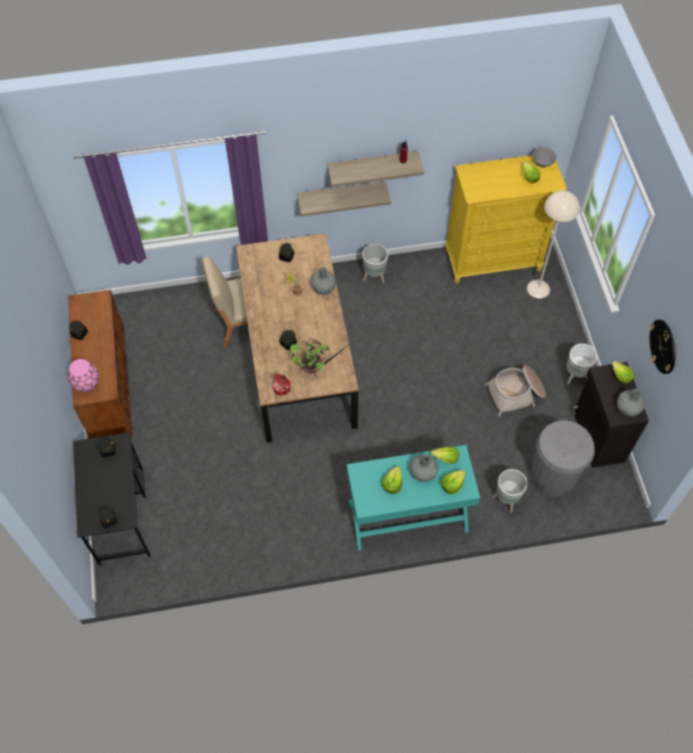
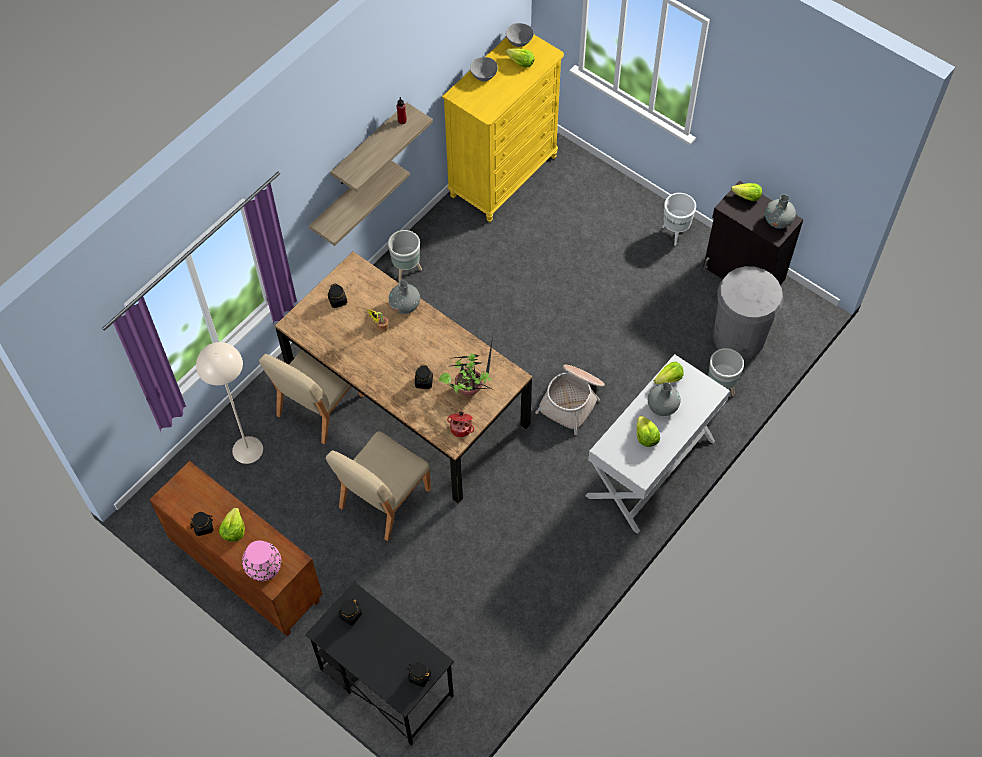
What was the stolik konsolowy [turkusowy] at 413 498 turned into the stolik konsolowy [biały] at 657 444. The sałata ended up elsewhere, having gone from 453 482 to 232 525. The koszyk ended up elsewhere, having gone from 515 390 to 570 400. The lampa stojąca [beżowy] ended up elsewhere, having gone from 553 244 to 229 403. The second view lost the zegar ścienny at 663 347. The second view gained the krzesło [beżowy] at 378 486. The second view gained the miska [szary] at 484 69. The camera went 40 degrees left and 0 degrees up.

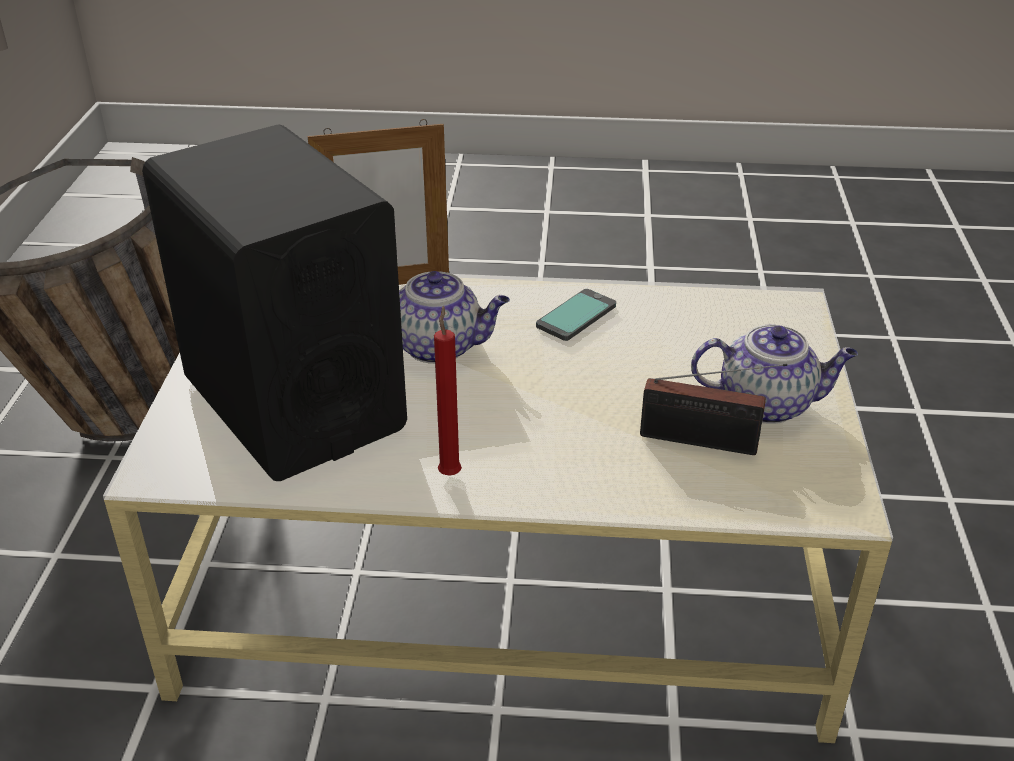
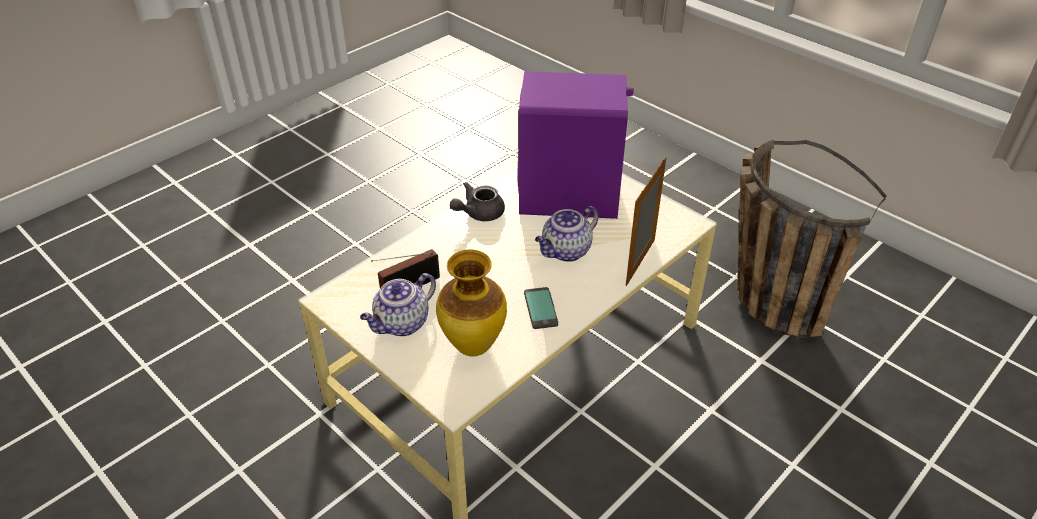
What was the głośnik [czarny] at 274 302 turned into the głośnik [fioletowy] at 576 145. Where the świeca [czerwony] stood at 448 391, the imbryk [szary] came to stand at 477 201. The second view gained the wazon at 471 303. The camera went 130 degrees right and 5 degrees up.

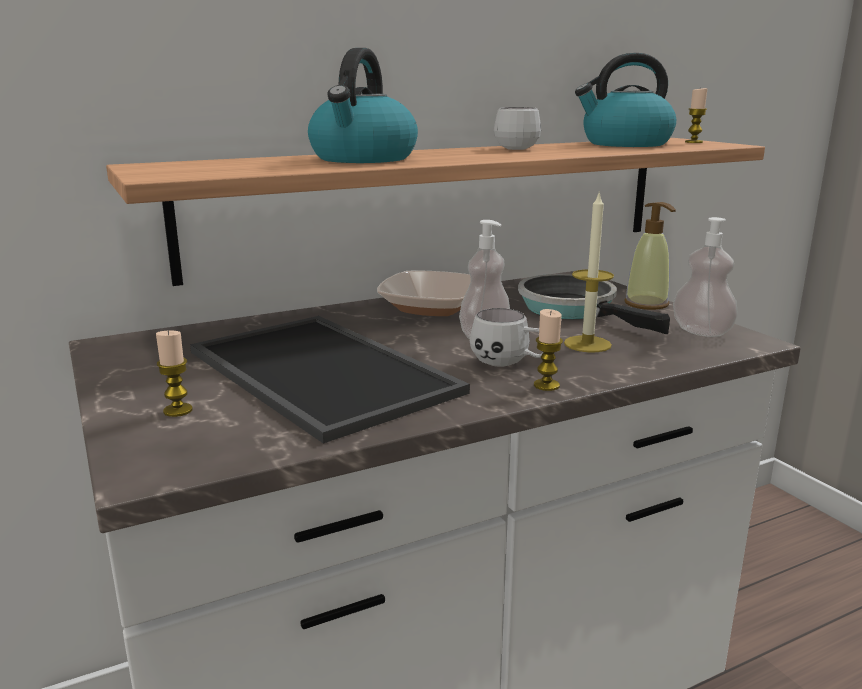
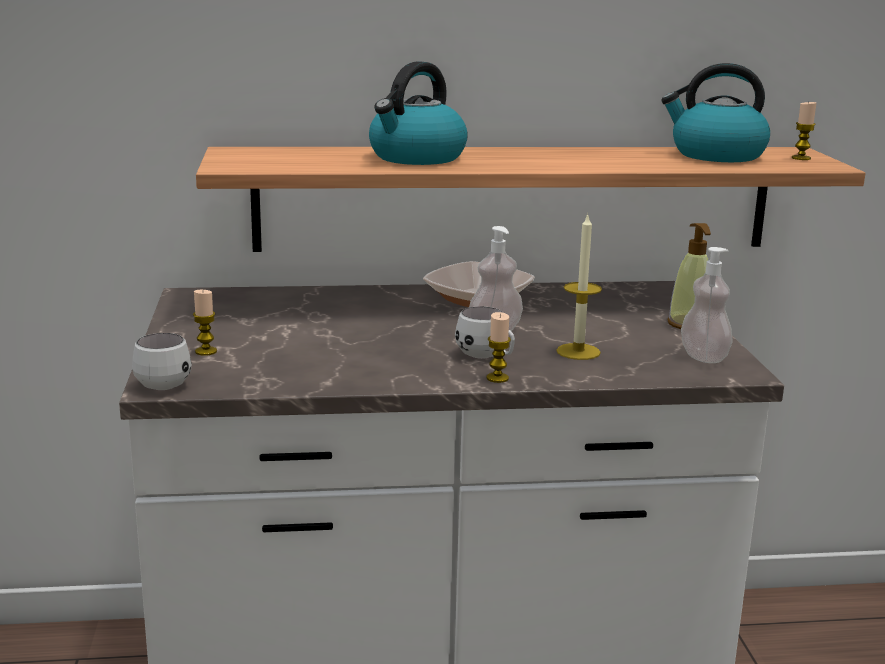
The second view lost the taca at 330 380. The kubek [biały] ended up elsewhere, having gone from 517 128 to 162 361. The second view lost the patelnia at 594 304. The camera went 20 degrees right and 0 degrees up.

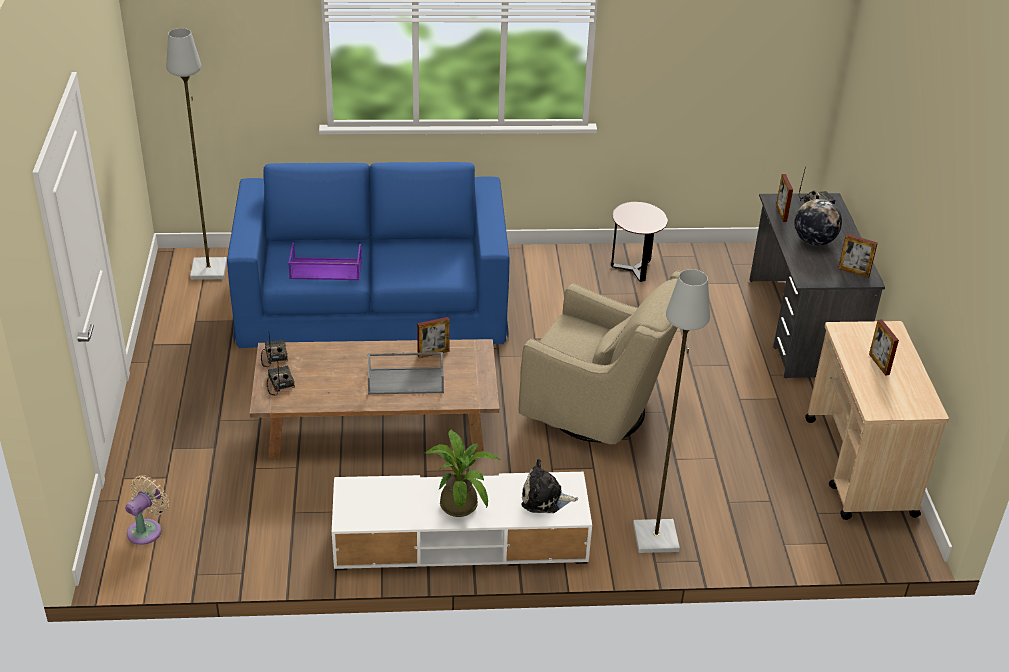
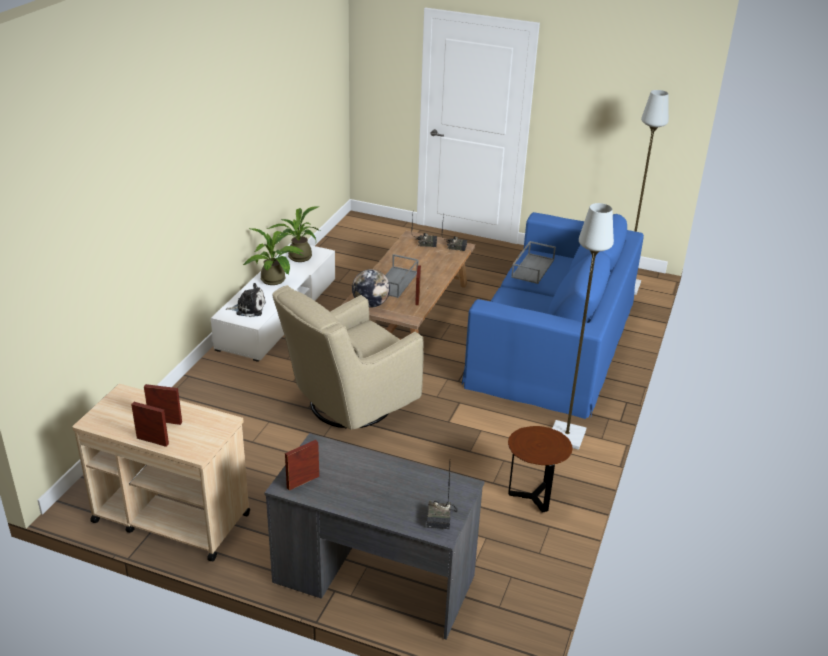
The second view lost the wentylator [beżowy] at 147 510. What was the taca [fioletowy] at 325 261 turned into the taca [szary] at 533 262. The pluszak at 549 486 ended up facing another way, 60 degrees clockwise from before. The lampa stojąca [szary] ended up elsewhere, having gone from 671 411 to 583 326. The ramka na zdjęcie ended up elsewhere, having gone from 784 198 to 150 424. The globus ended up elsewhere, having gone from 818 222 to 371 288. The second view gained the roślina doniczkowa at 293 234. The camera went 115 degrees right and 5 degrees down.

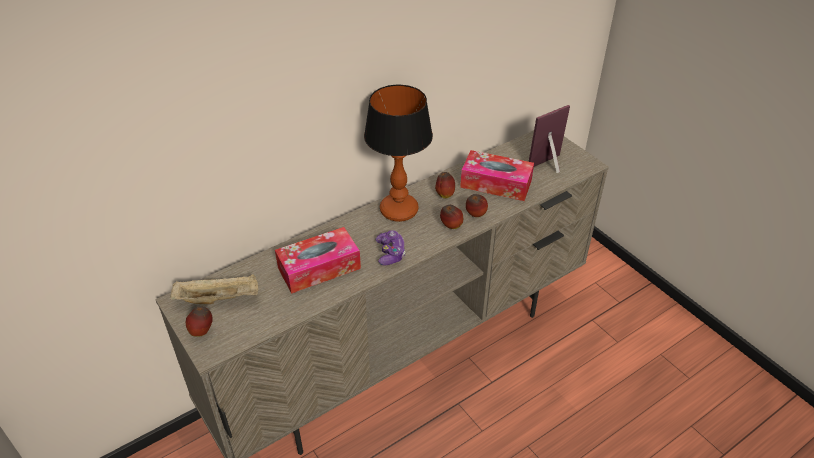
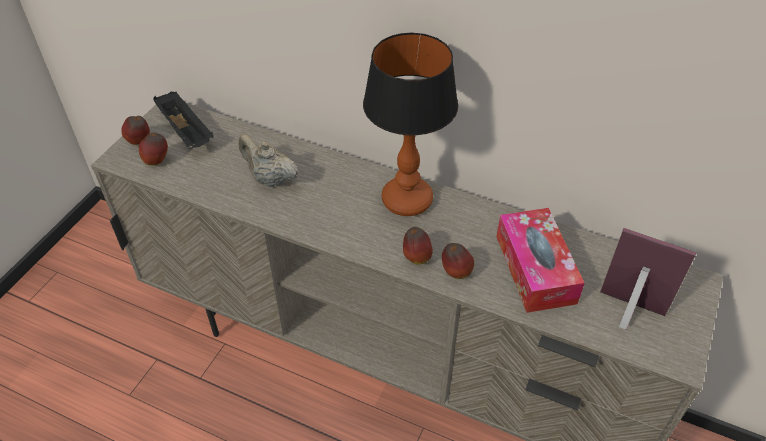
What was the taca [beżowy] at 214 289 turned into the taca [czarny] at 183 120. Where the pudełko chusteczek stood at 318 260, the imbryk [beżowy] came to stand at 269 161. The second view lost the pad do gier at 390 247. The jabłko ended up elsewhere, having gone from 445 185 to 153 149. The camera went 60 degrees right and 5 degrees up.

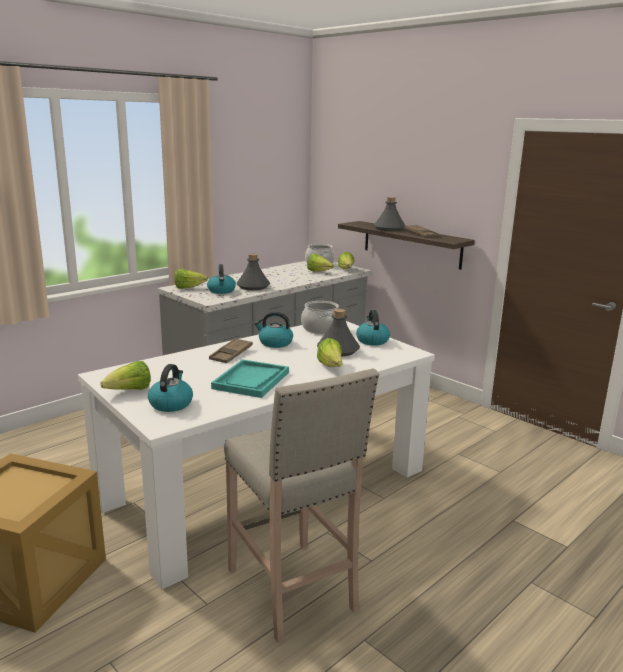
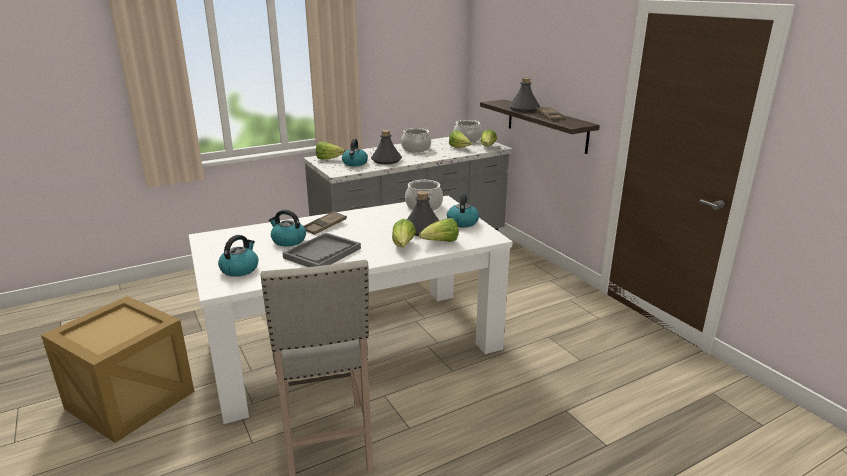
The sałata ended up elsewhere, having gone from 125 375 to 439 230. What was the taca [turkusowy] at 250 378 turned into the taca [szary] at 321 250. The czajnik ended up elsewhere, having gone from 273 330 to 287 228. The second view gained the garnek at 416 140. The camera went 15 degrees right and 5 degrees up.

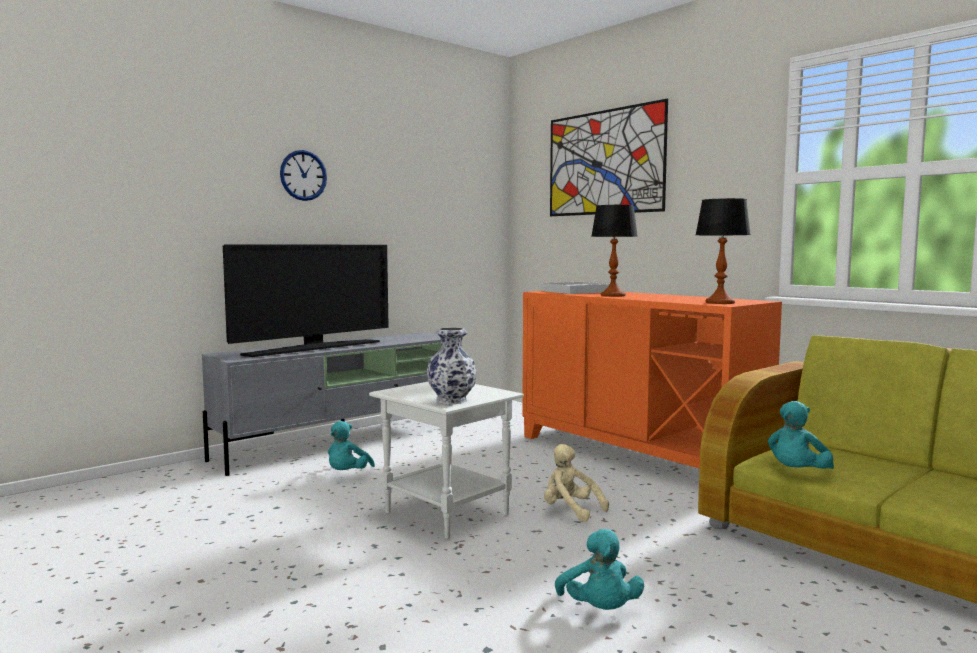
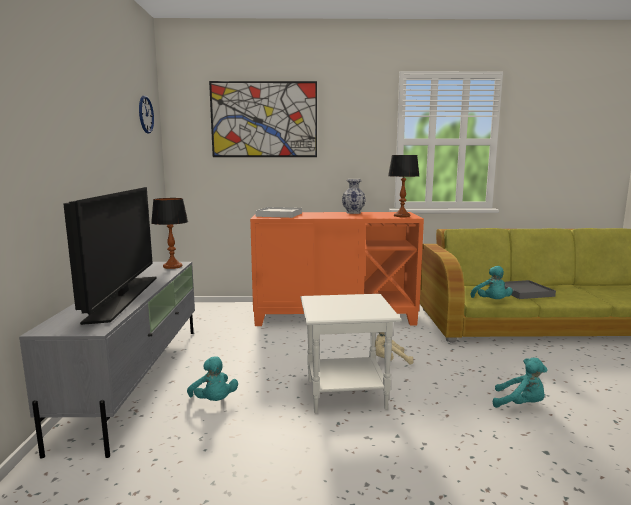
The zegar ścienny ended up elsewhere, having gone from 303 175 to 146 115. The wazon ended up elsewhere, having gone from 452 365 to 354 196. The lampa stołowa ended up elsewhere, having gone from 614 251 to 169 233. The second view gained the taca [szary] at 530 289. The camera went 50 degrees left and 5 degrees up.

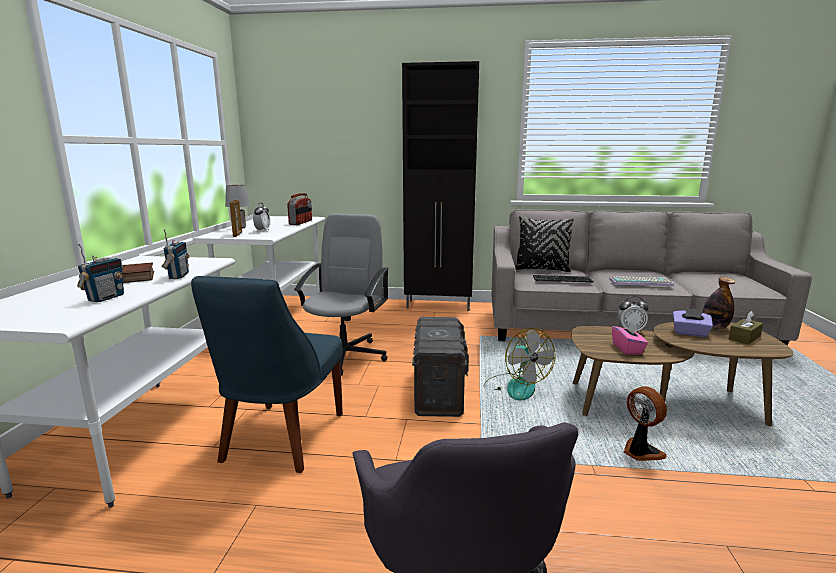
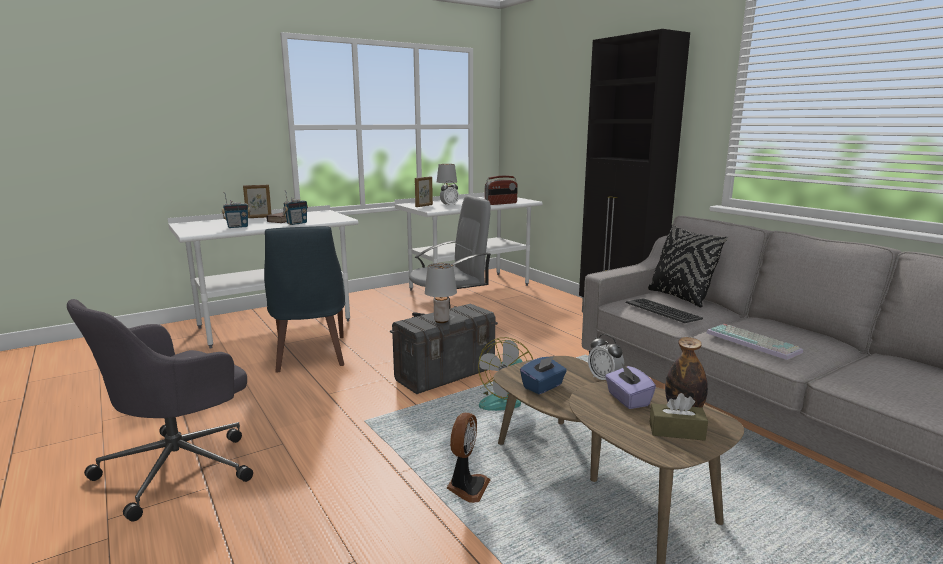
The krzesło [niebieski] at 267 374 ended up facing another way, 75 degrees counterclockwise from before. What was the pudełko chusteczek [różowy] at 630 338 turned into the pudełko chusteczek [niebieski] at 543 375. The second view gained the ramka na zdjęcie at 257 201. The second view gained the lampa stołowa [szary] at 441 293. The camera went 50 degrees right and 0 degrees up.

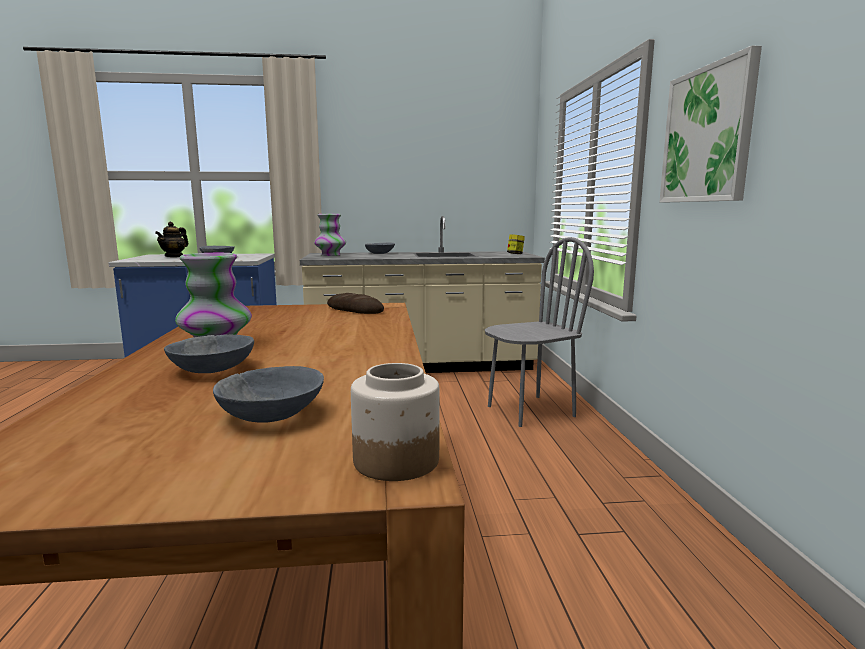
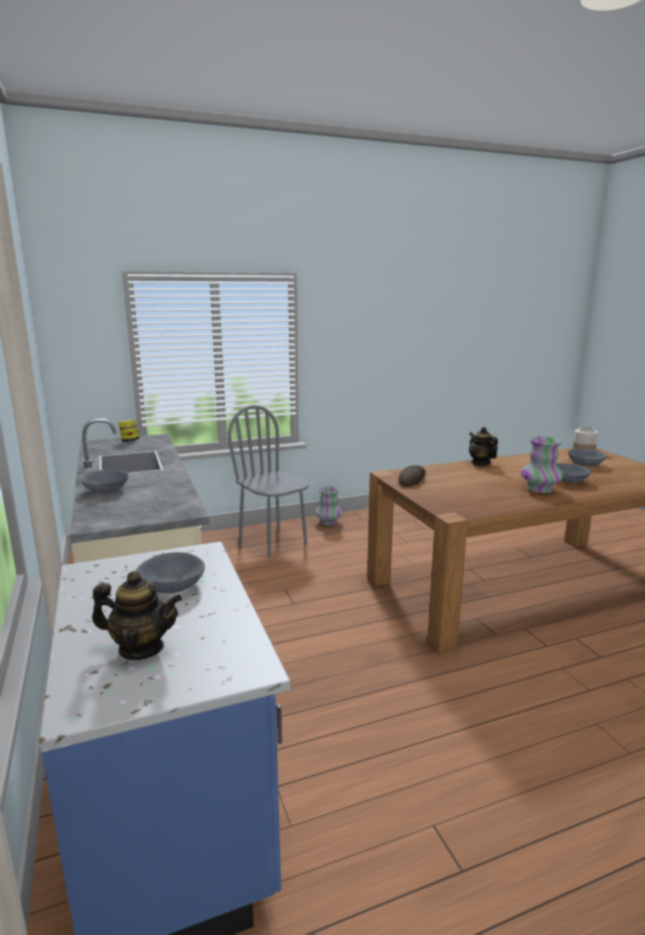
The wazon ended up elsewhere, having gone from 330 235 to 329 506. The second view lost the obraz at 711 124. The second view gained the imbryk at 483 446. The camera went 105 degrees left and 5 degrees up.

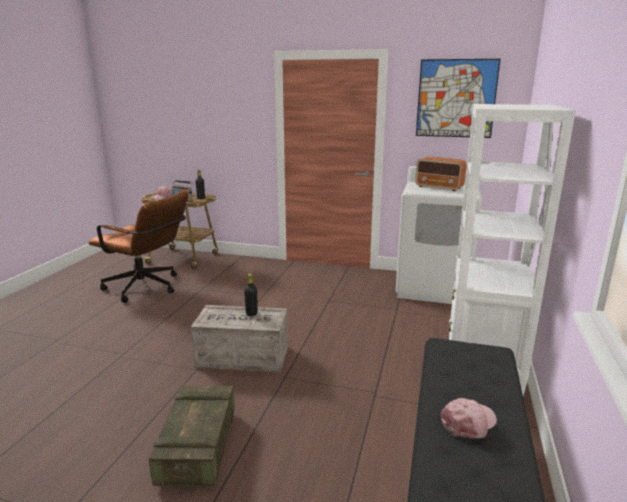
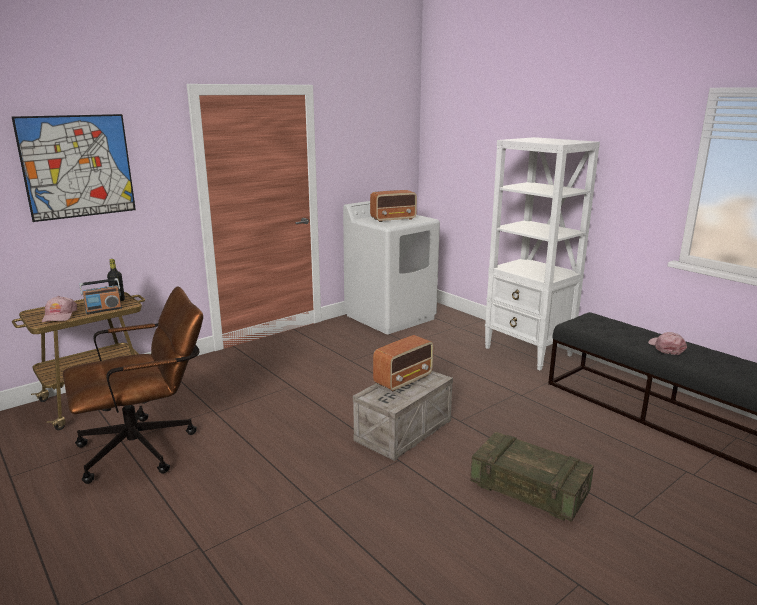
Where the butelka [czarny] stood at 251 295, the radio came to stand at 403 363. The obraz ended up elsewhere, having gone from 458 98 to 74 168. The camera went 55 degrees left and 0 degrees up.

